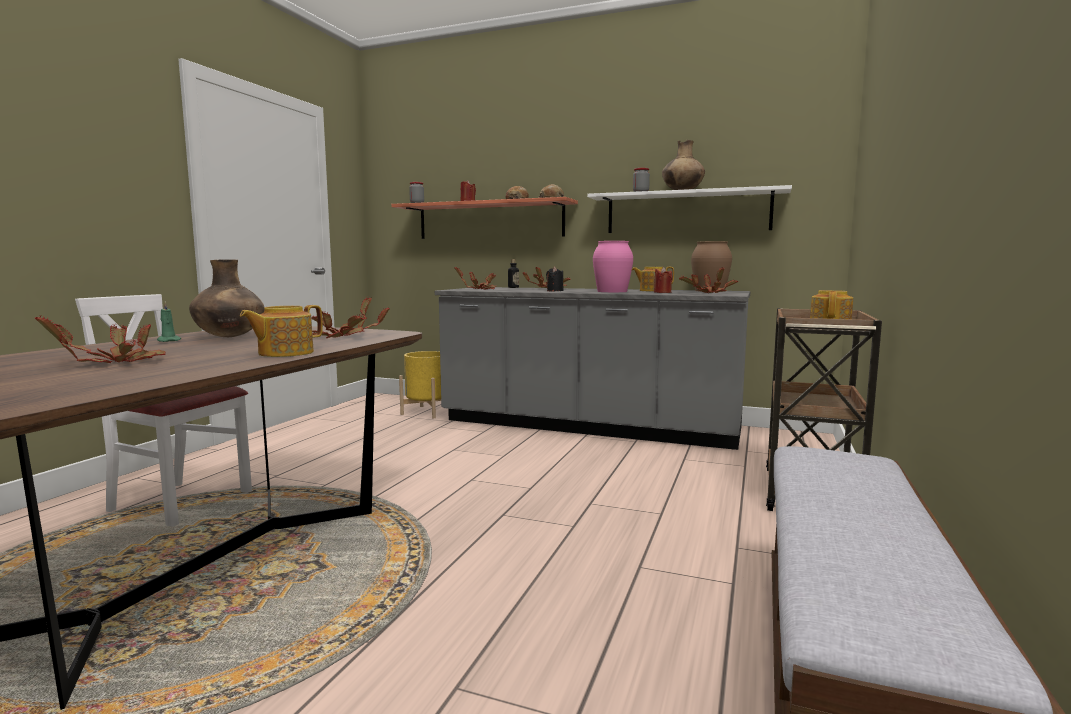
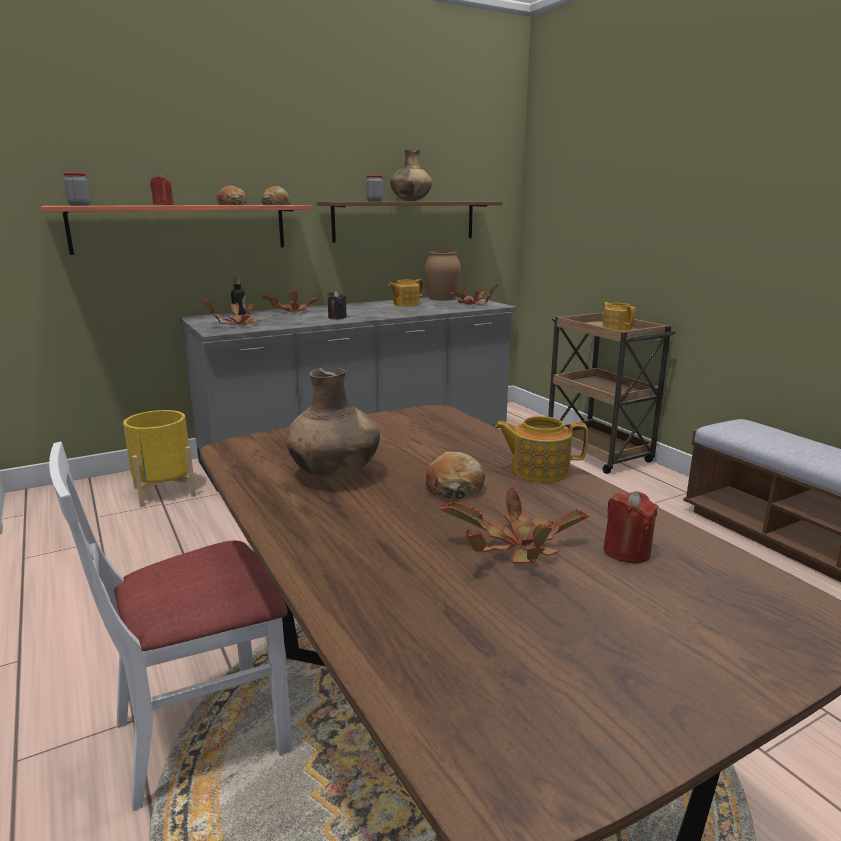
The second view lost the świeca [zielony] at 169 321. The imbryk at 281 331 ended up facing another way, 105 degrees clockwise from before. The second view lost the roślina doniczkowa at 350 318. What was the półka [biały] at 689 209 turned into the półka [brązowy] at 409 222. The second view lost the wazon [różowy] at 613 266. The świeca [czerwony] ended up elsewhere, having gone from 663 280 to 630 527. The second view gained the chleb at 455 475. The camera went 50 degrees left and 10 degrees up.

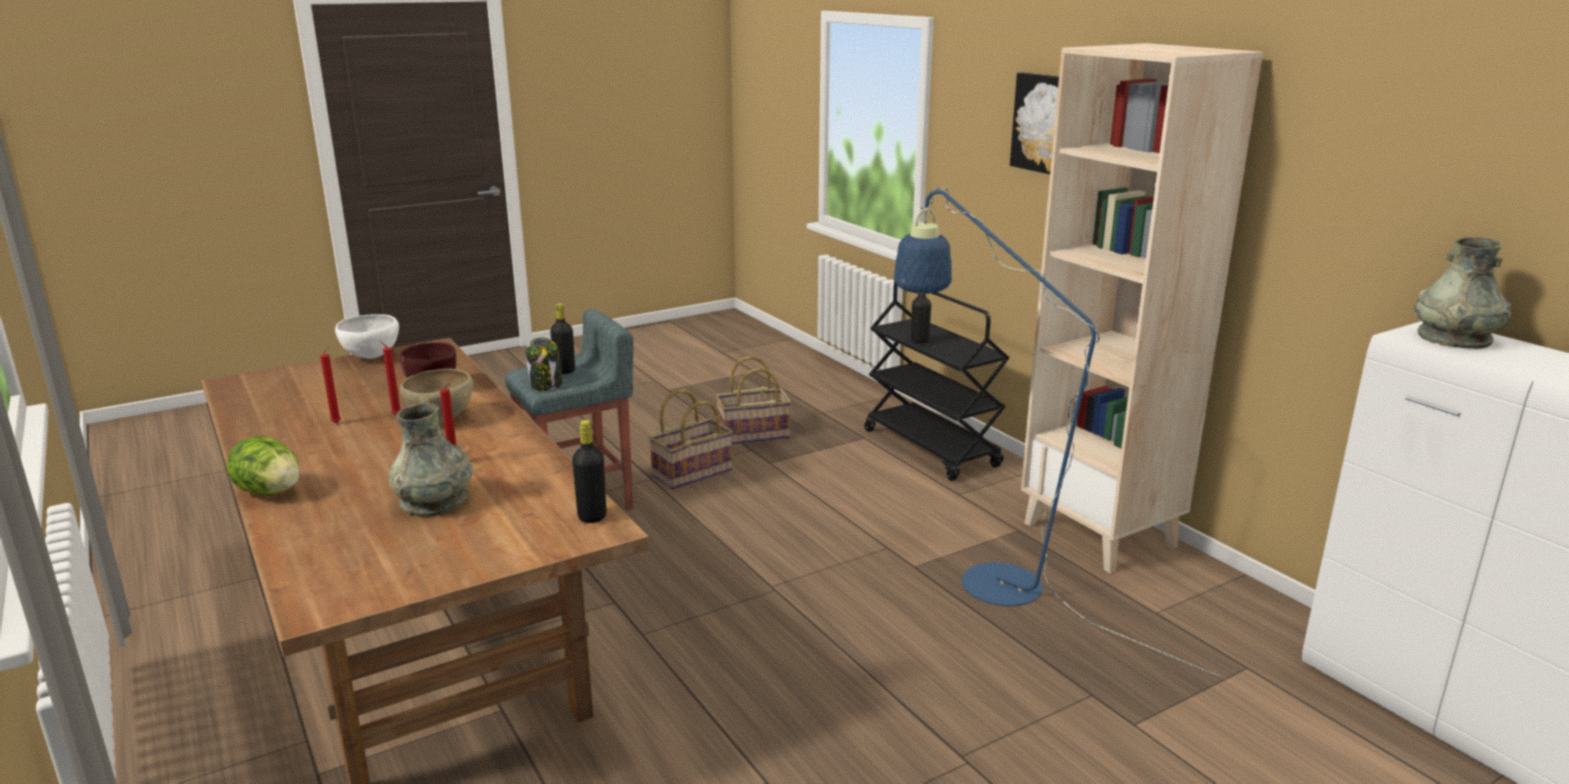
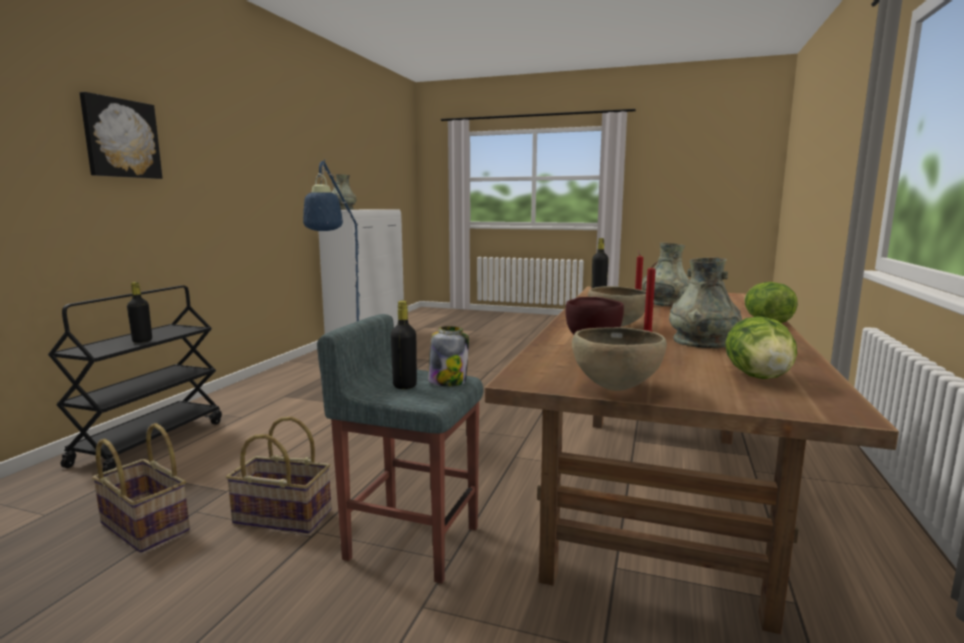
Where the świeca [czerwony] stood at 330 384, the wazon [szary] came to stand at 705 302. What was the miska [biały] at 367 336 turned into the miska [brązowy] at 619 359. The second view lost the regał [beżowy] at 1142 308. The second view gained the sałata at 761 347. The camera went 130 degrees left and 10 degrees down.

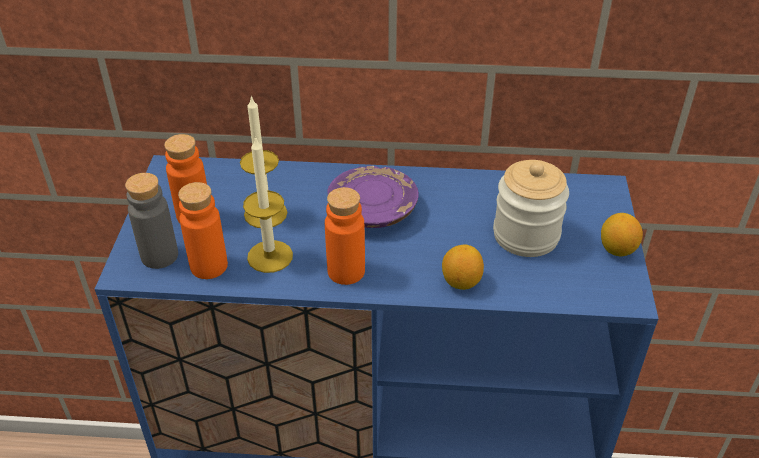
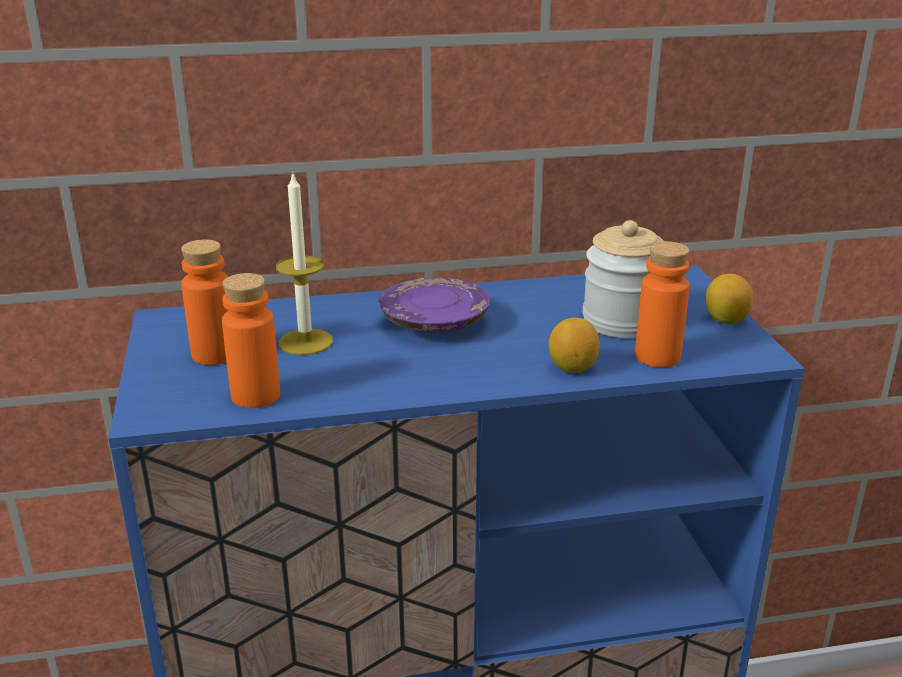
The second view lost the butelka [szary] at 151 221. The second view lost the świeca at 268 204. The butelka [pomarańczowy] ended up elsewhere, having gone from 345 236 to 662 304. The camera went 15 degrees left and 15 degrees down.

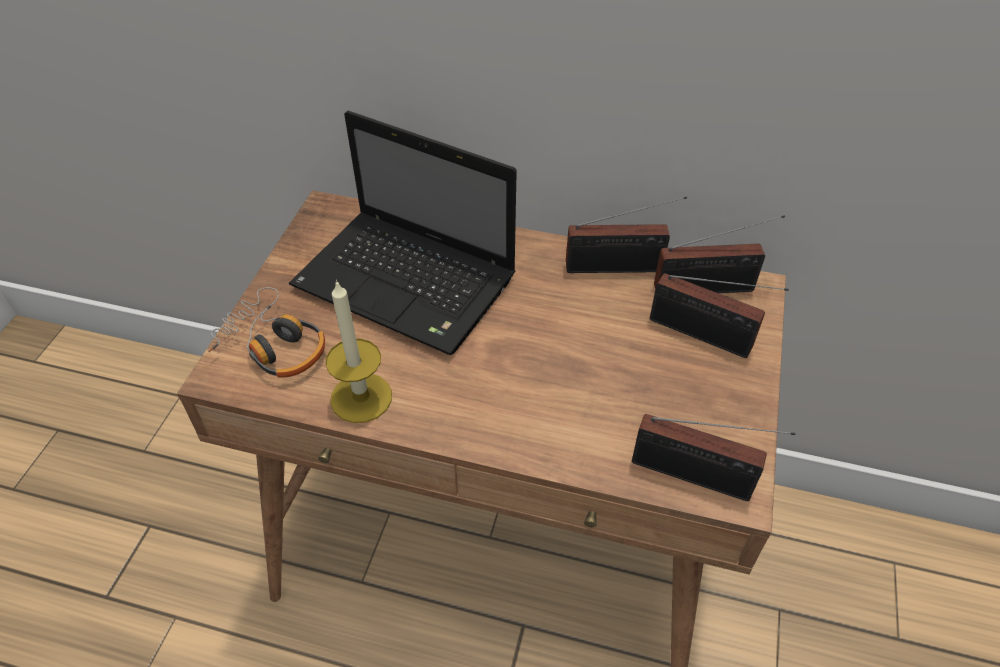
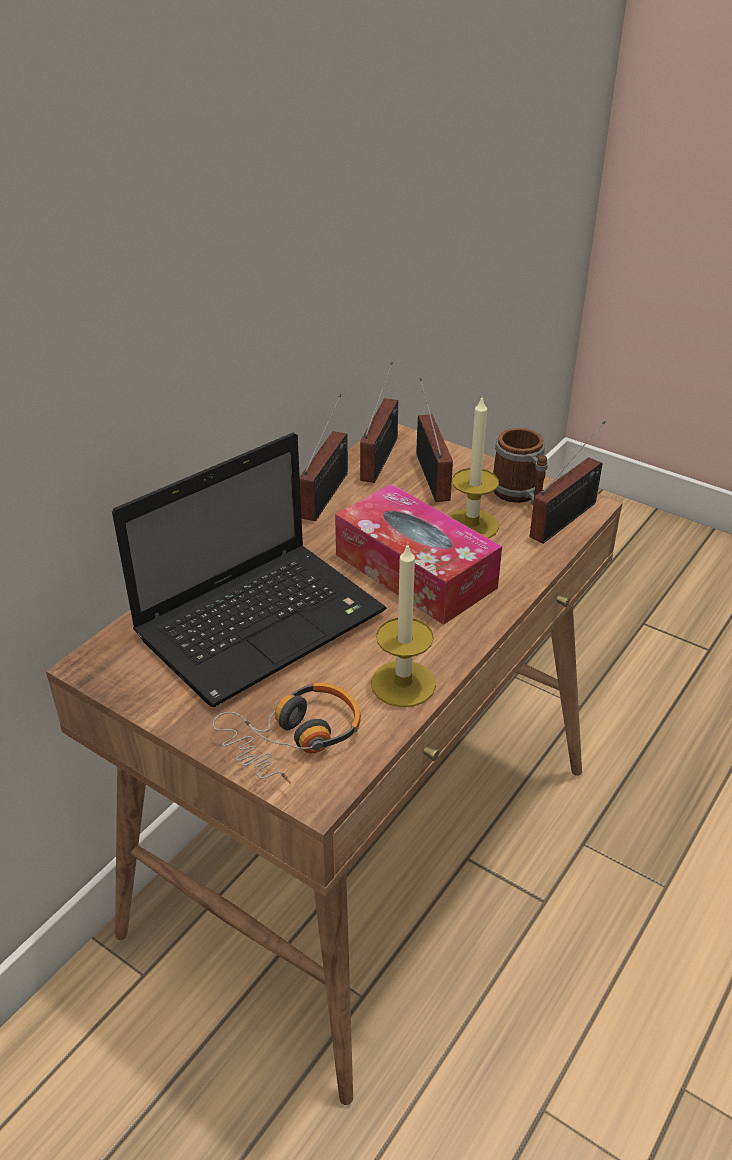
The radio at 719 315 ended up facing another way, 60 degrees counterclockwise from before. The second view gained the pudełko chusteczek at 418 554. The second view gained the świeca at 474 468. The second view gained the kubek at 520 466. The camera went 70 degrees left and 10 degrees down.

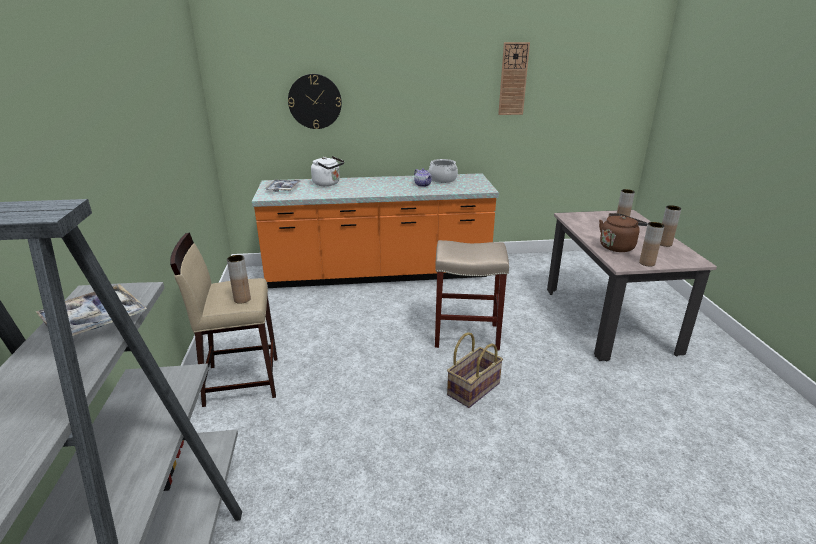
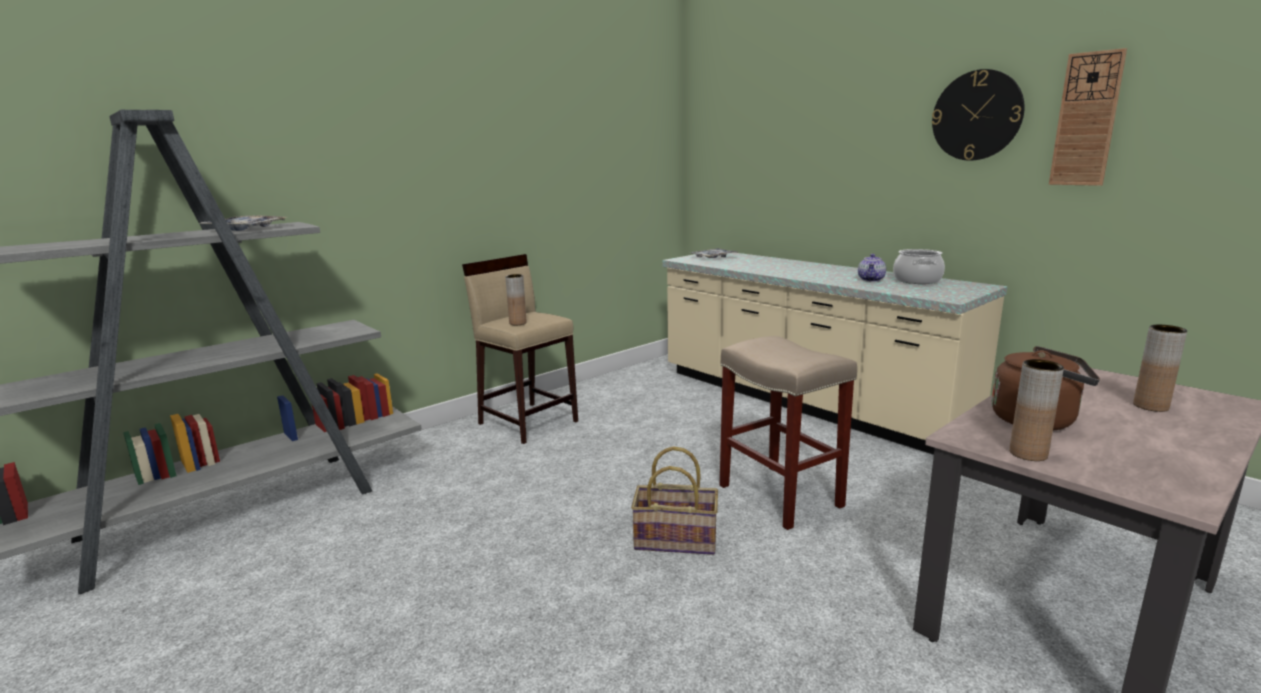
What was the zabudowa kuchenna [pomarańczowy] at 375 230 turned into the zabudowa kuchenna [beżowy] at 834 354. The zegar ścienny ended up elsewhere, having gone from 315 101 to 978 115. The second view lost the czajnik [biały] at 327 171. The second view lost the wazon [brązowy] at 670 226. The camera went 55 degrees right and 10 degrees down.

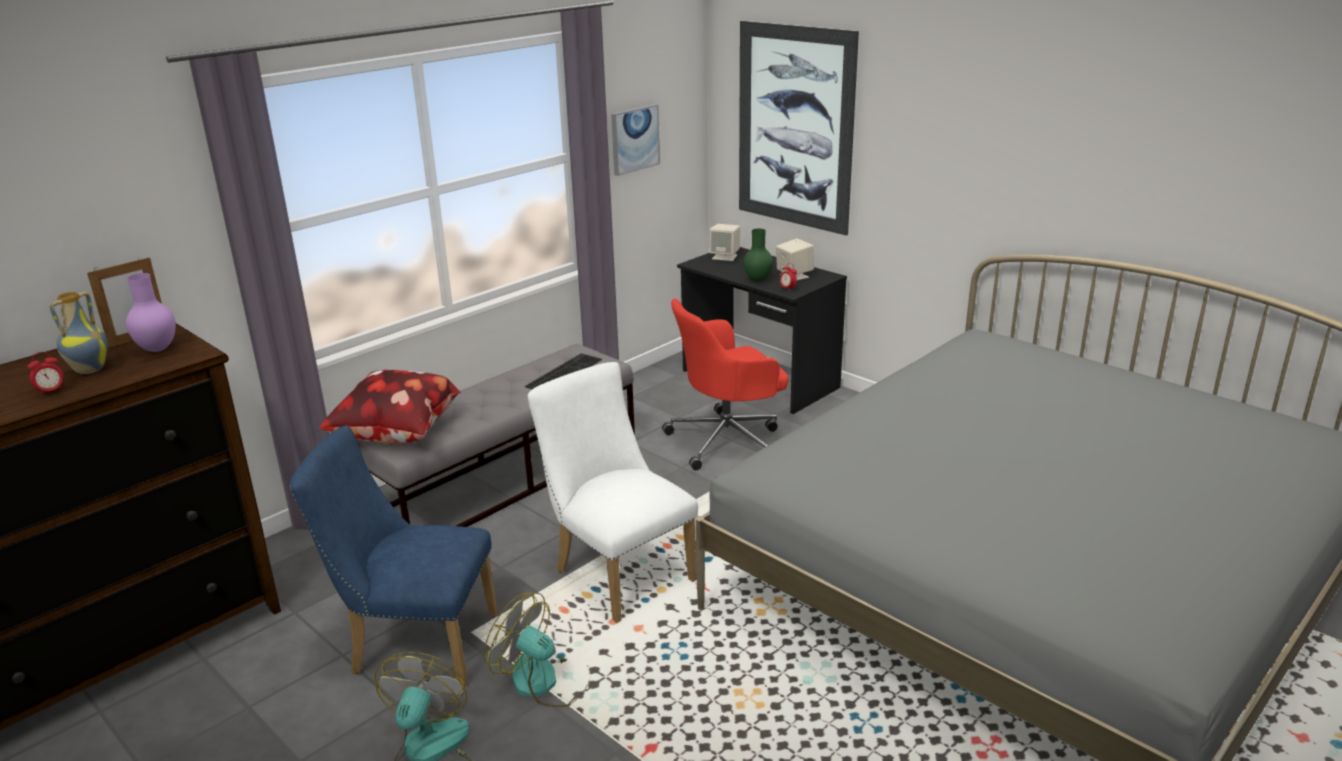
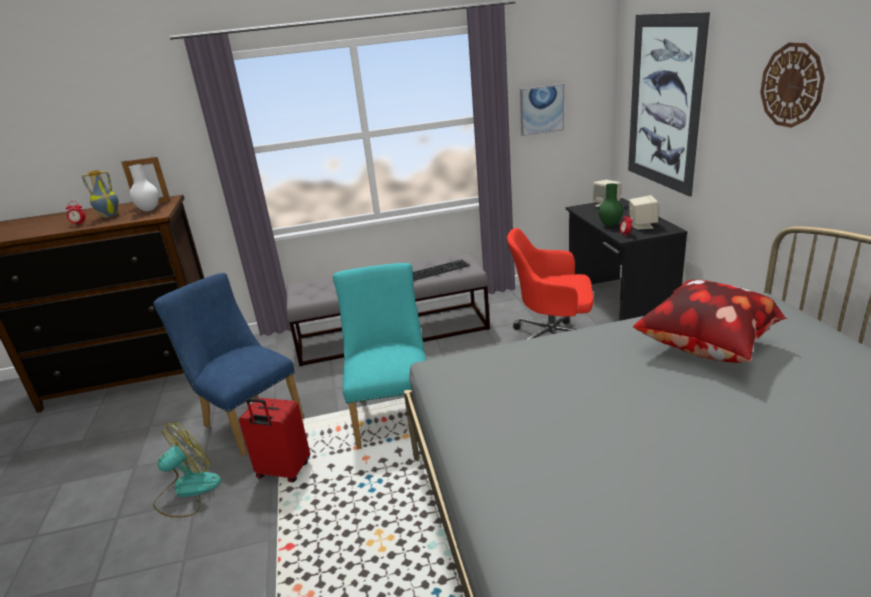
What was the wazon [fioletowy] at 151 312 turned into the wazon [biały] at 144 188. The poduszka ended up elsewhere, having gone from 390 407 to 710 321. Where the wentylator stood at 536 650, the walizka [czerwony] came to stand at 274 440. What was the krzesło [biały] at 612 492 turned into the krzesło [turkusowy] at 380 356. The second view gained the zegar ścienny at 792 85. The camera went 35 degrees right and 0 degrees up.

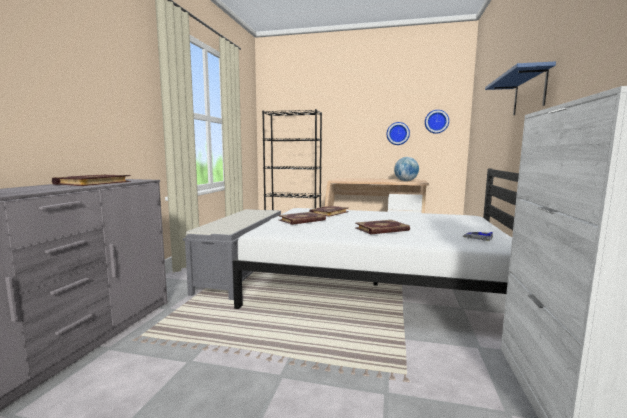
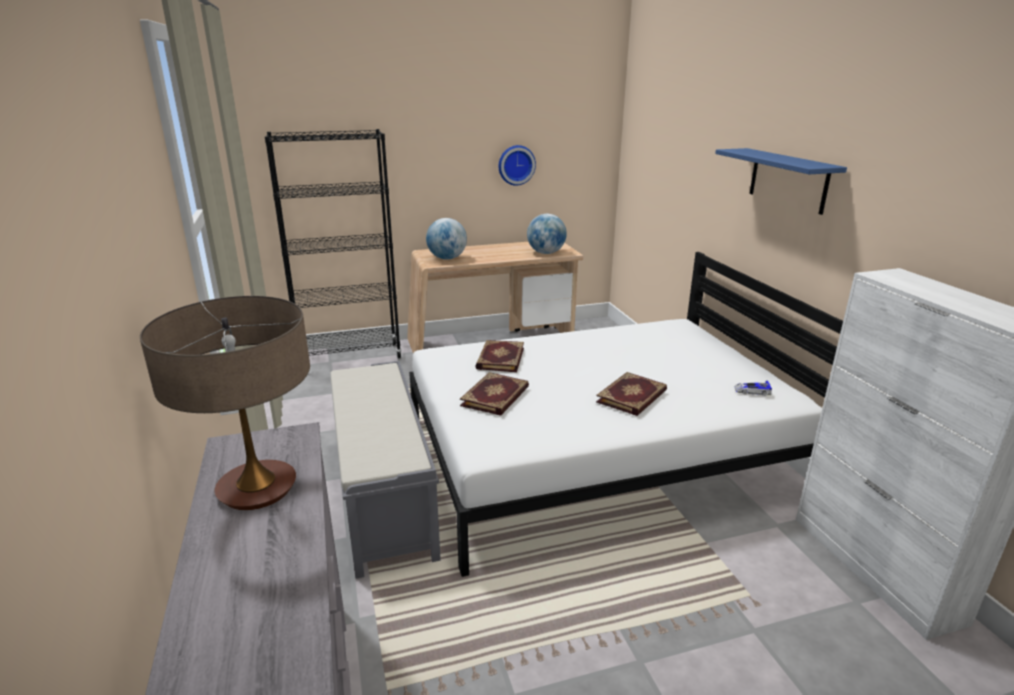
Where the książka stood at 91 180, the lampa stołowa came to stand at 225 403. The second view lost the zegar ścienny at 437 122. The second view gained the globus at 446 239. The camera went 30 degrees left and 15 degrees up.

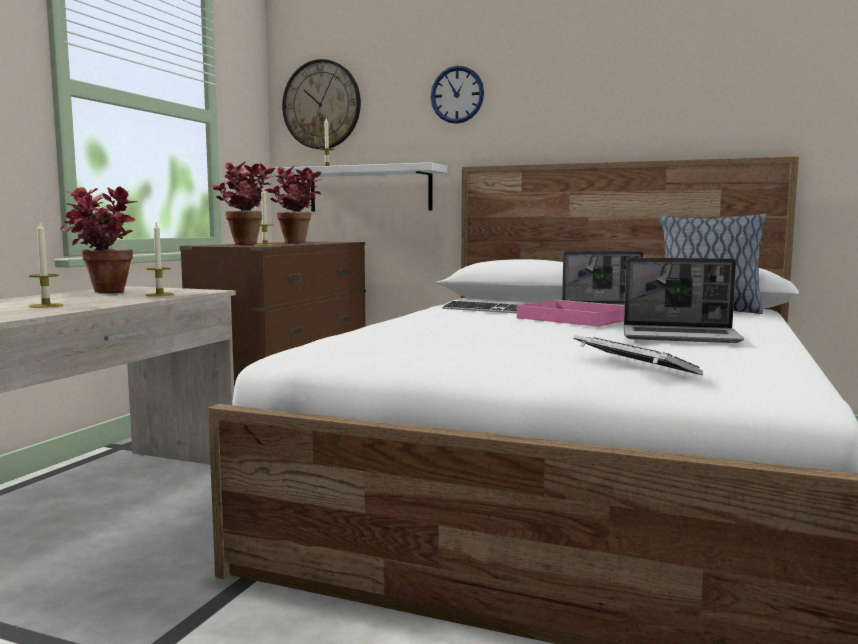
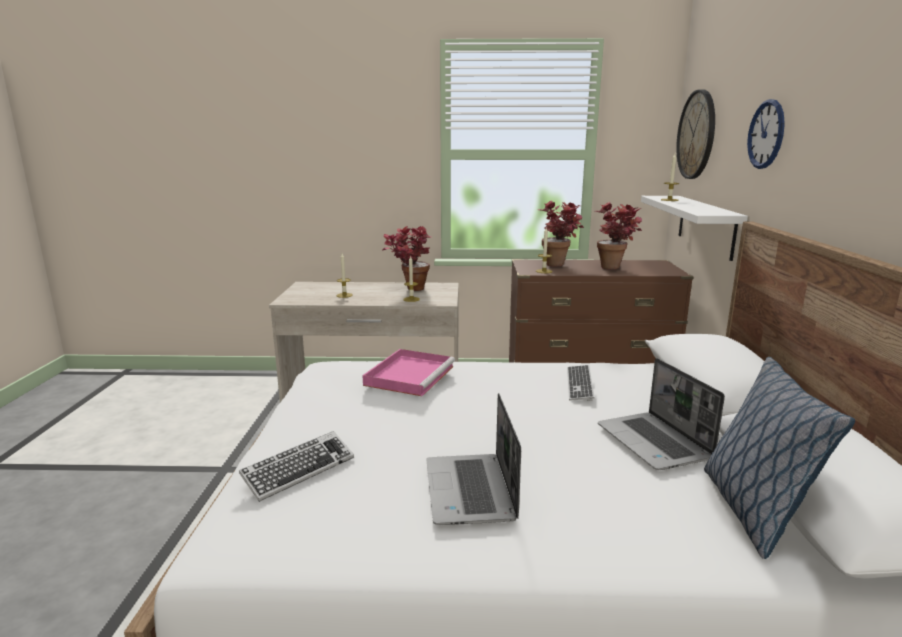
The taca [różowy] ended up elsewhere, having gone from 571 313 to 408 372. The camera went 70 degrees right and 10 degrees up.

